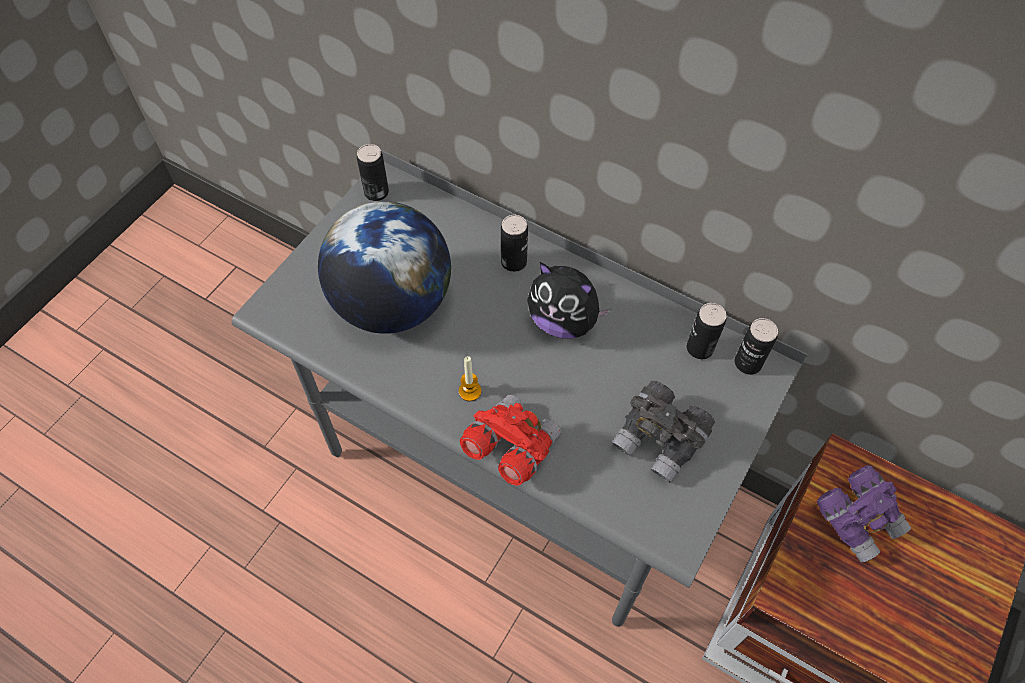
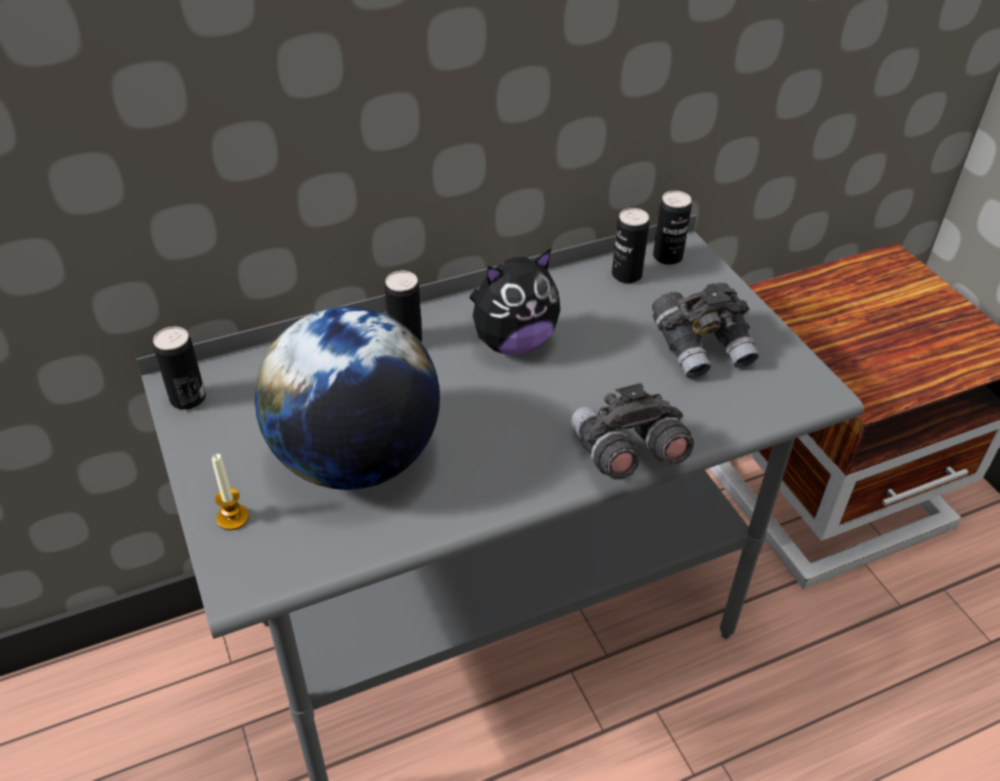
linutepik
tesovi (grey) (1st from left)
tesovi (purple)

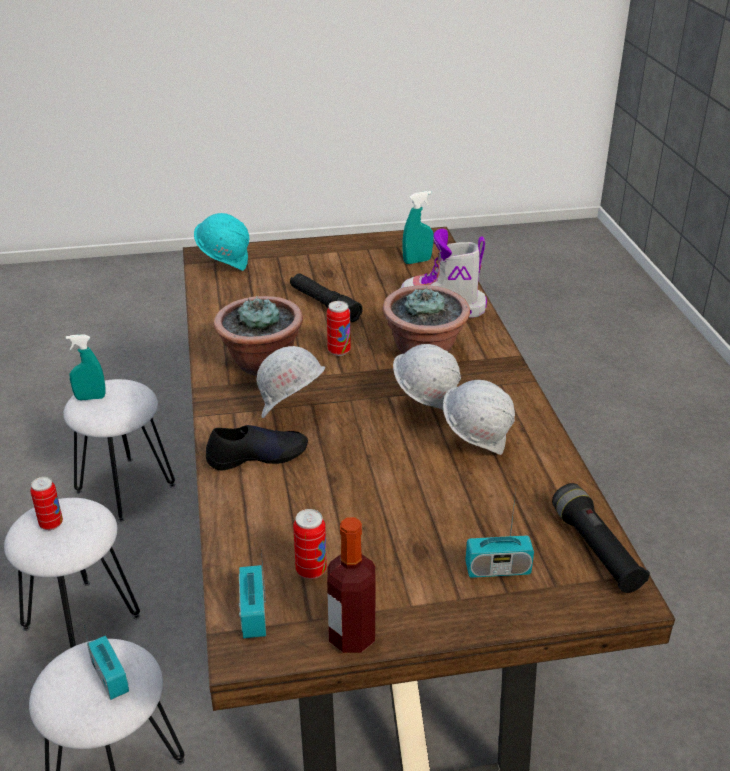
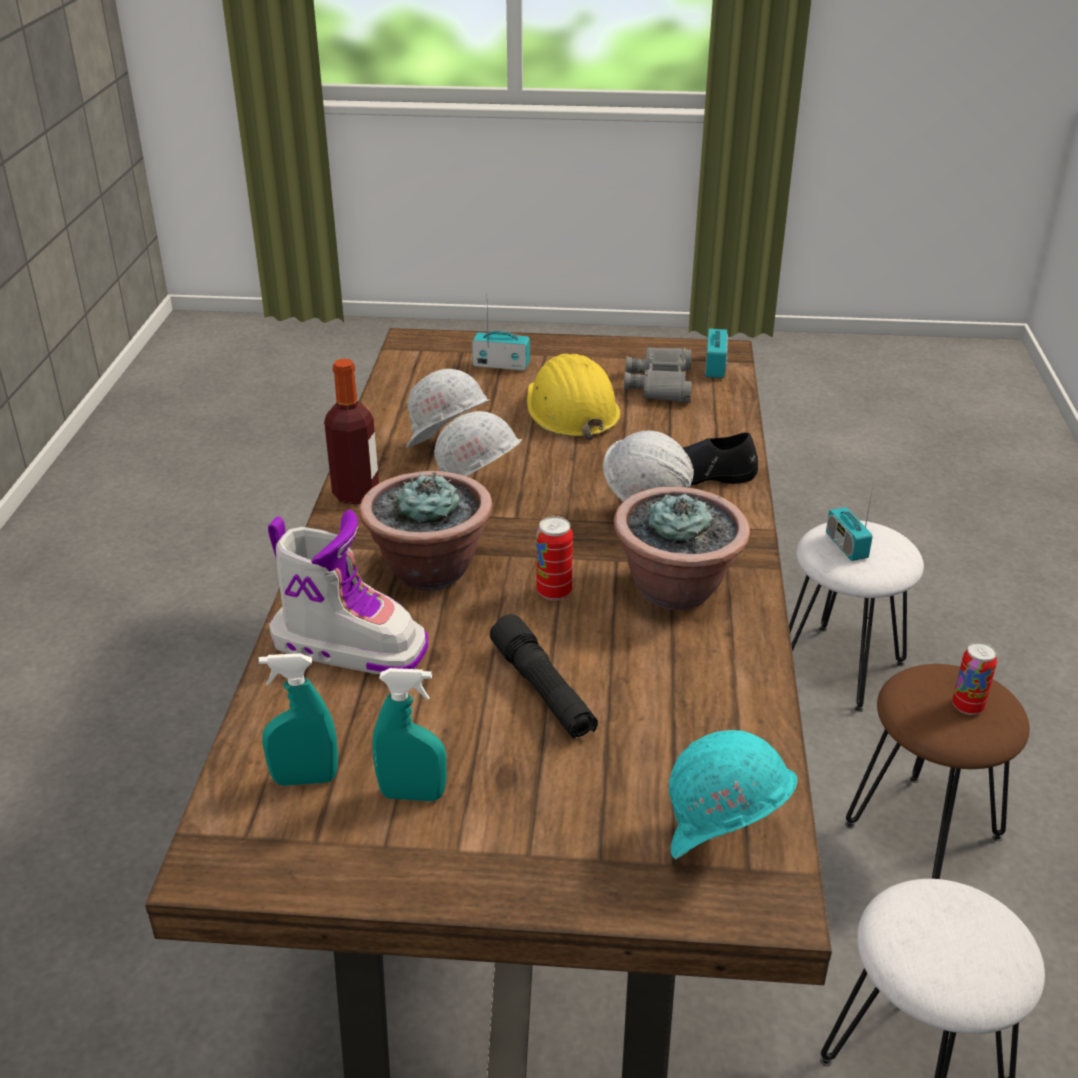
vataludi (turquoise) (2nd from left)
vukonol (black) (2nd from left in the first image)
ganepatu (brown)
tesovi (grey)
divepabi
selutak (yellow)

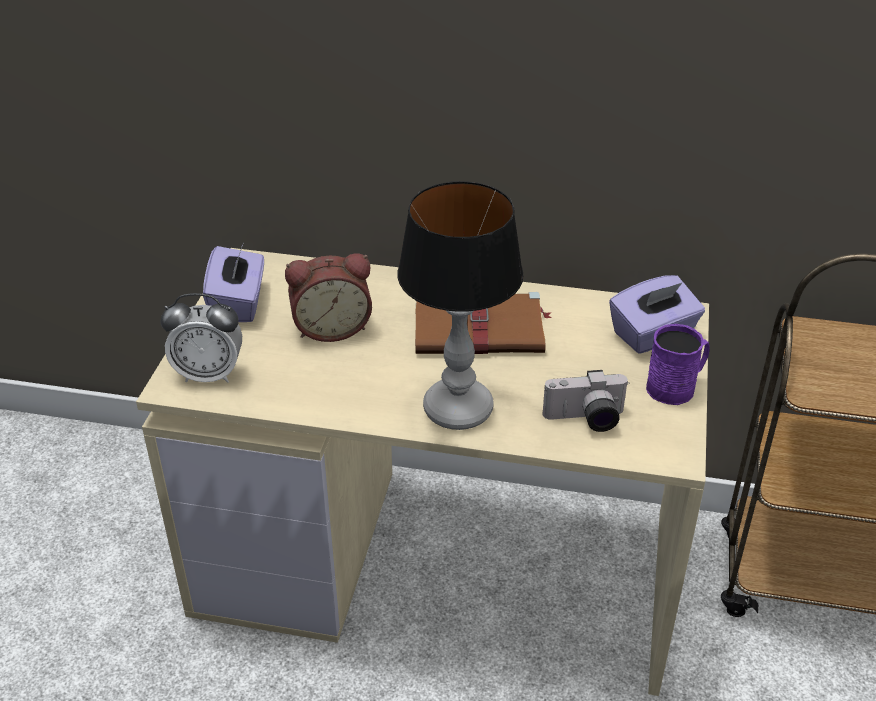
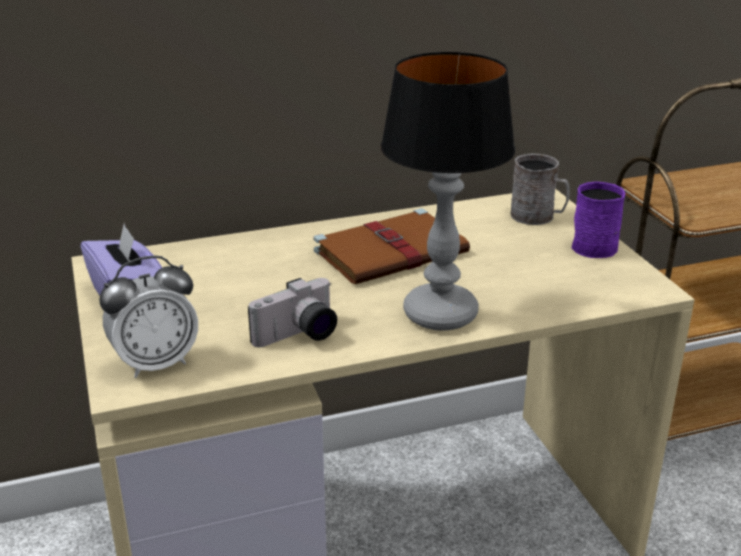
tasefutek (2nd from left in the first image)
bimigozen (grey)
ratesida

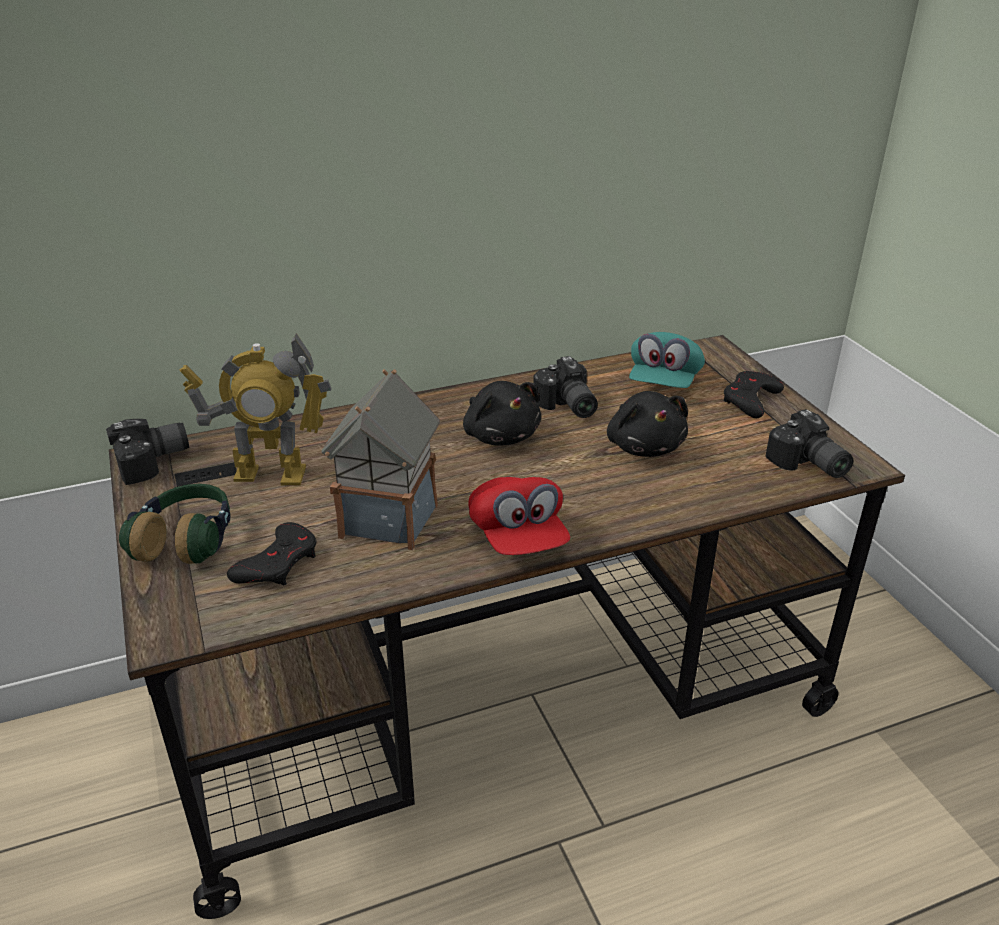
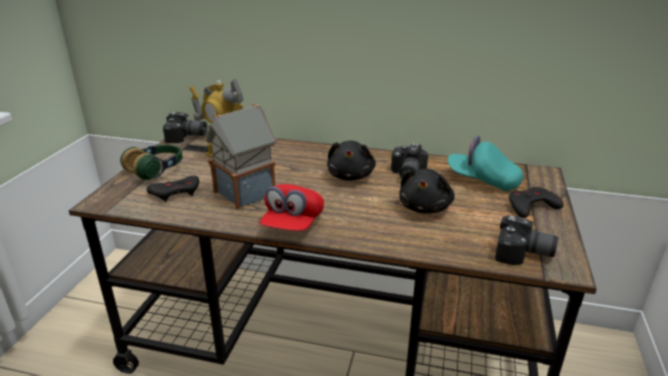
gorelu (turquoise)
ratesida (3rd from left)

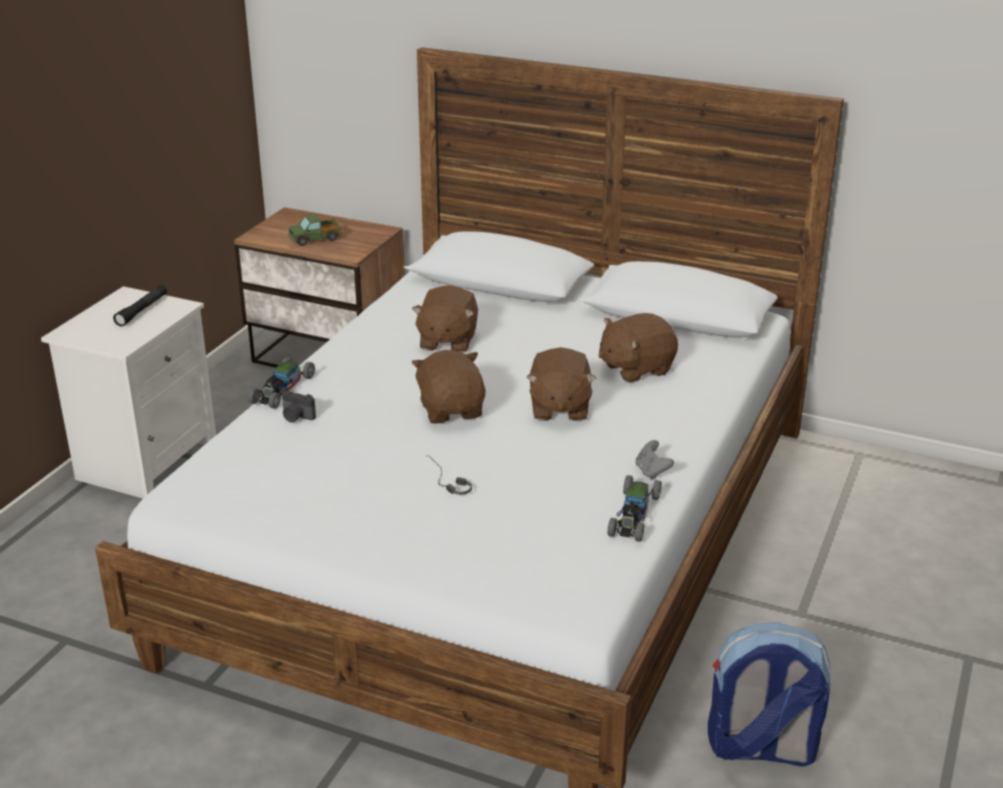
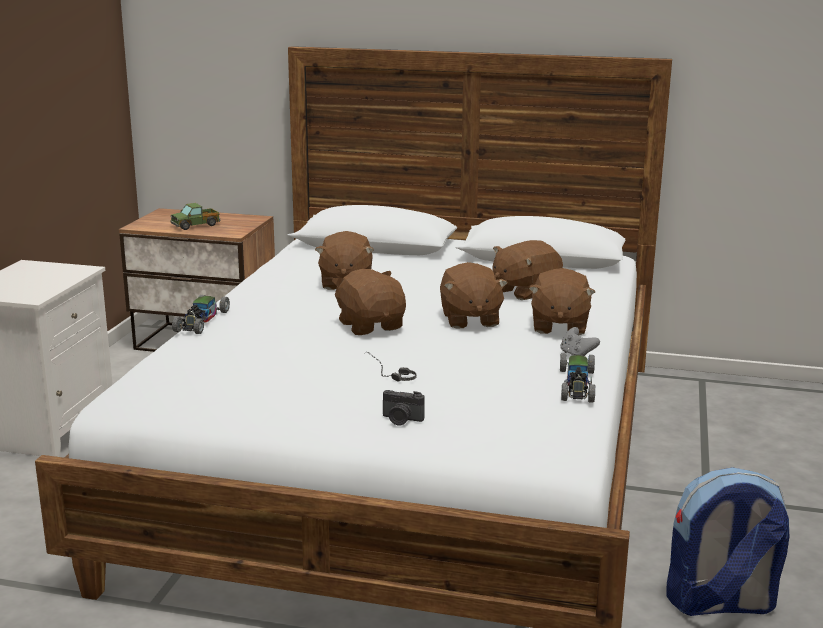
vukonol (black)
ratesida
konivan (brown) (5th from left)

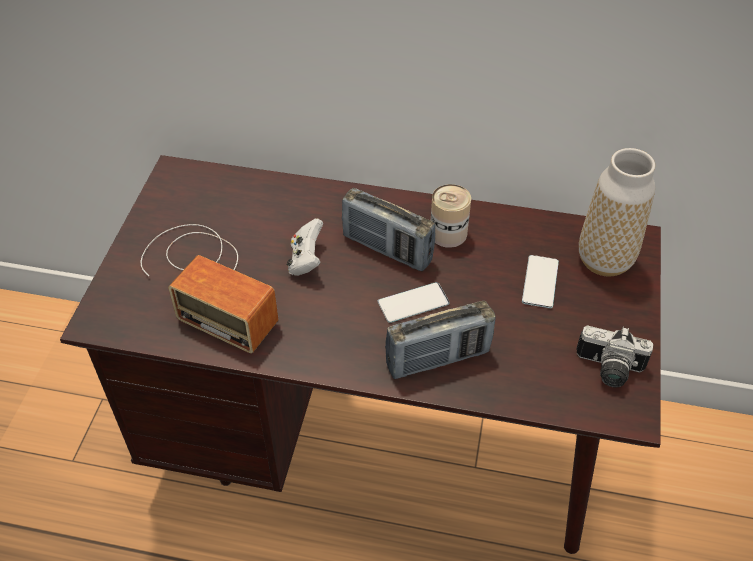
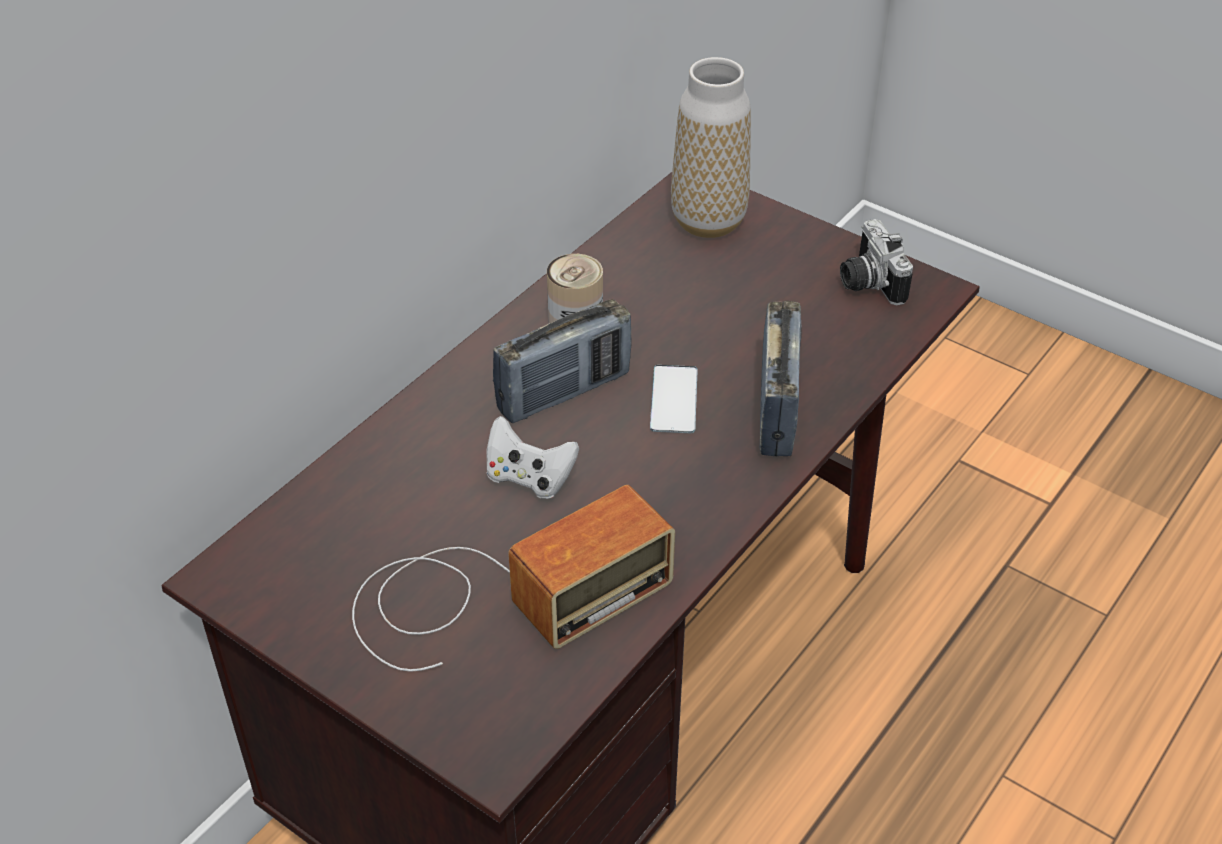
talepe (2nd from left in the first image)
ratesida

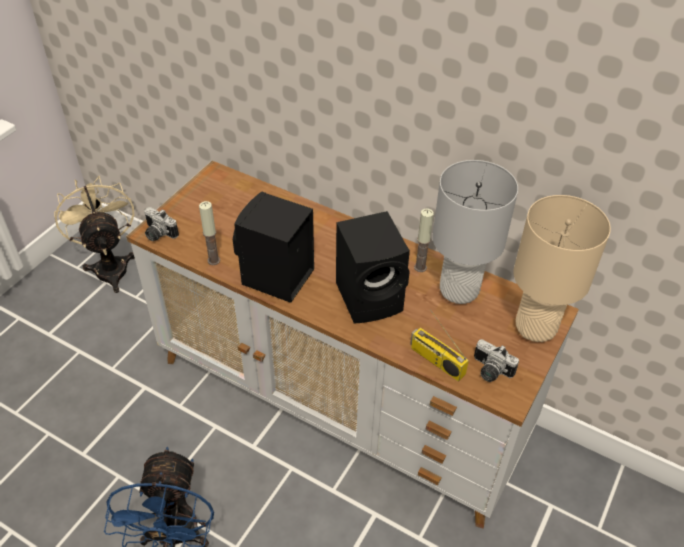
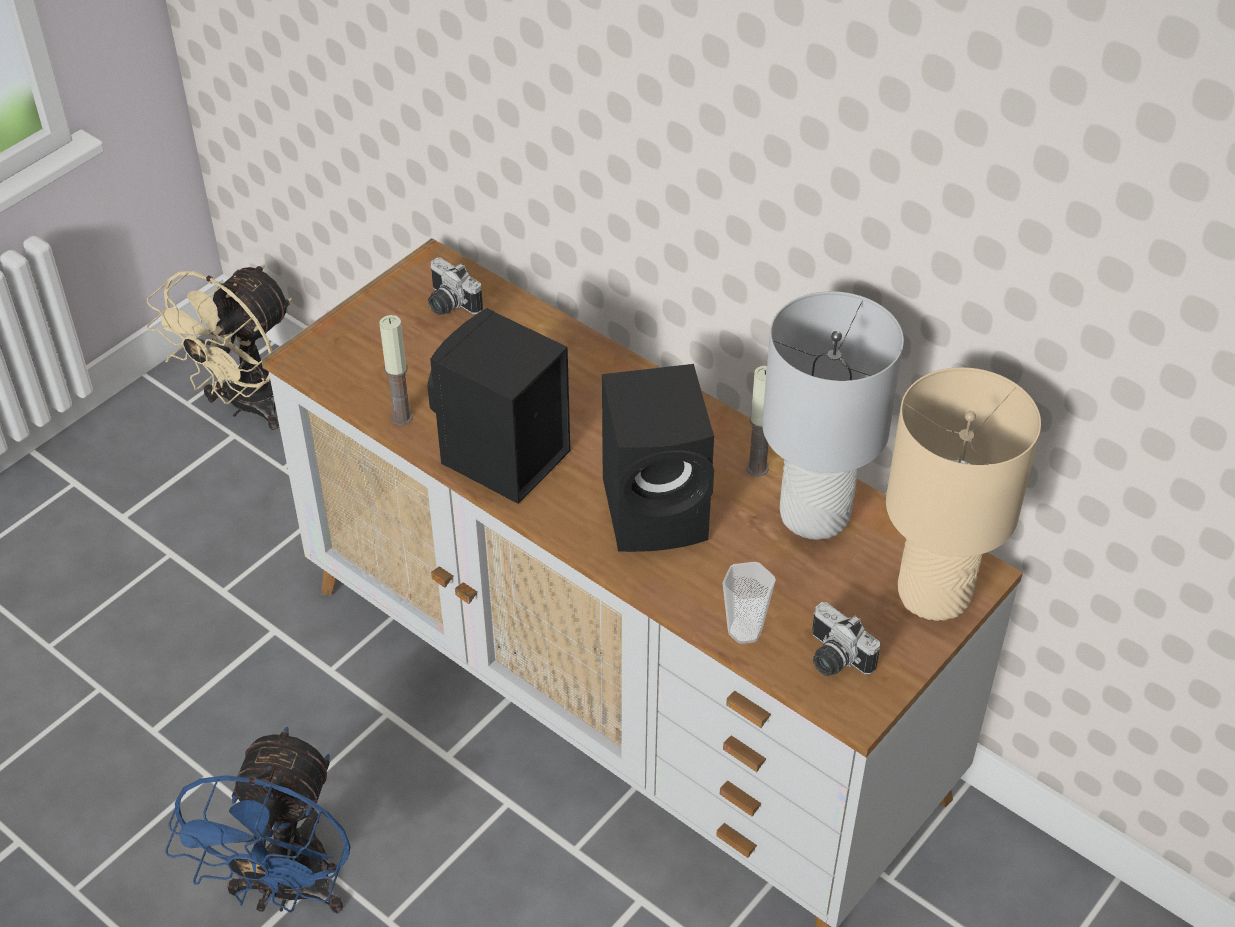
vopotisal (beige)
ratesida (1st from left)
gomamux

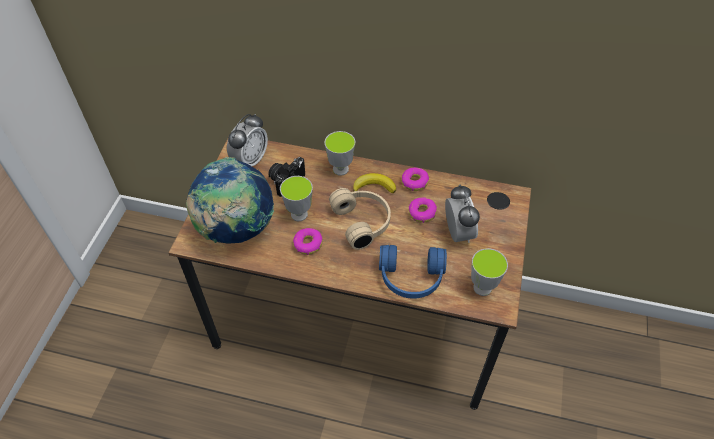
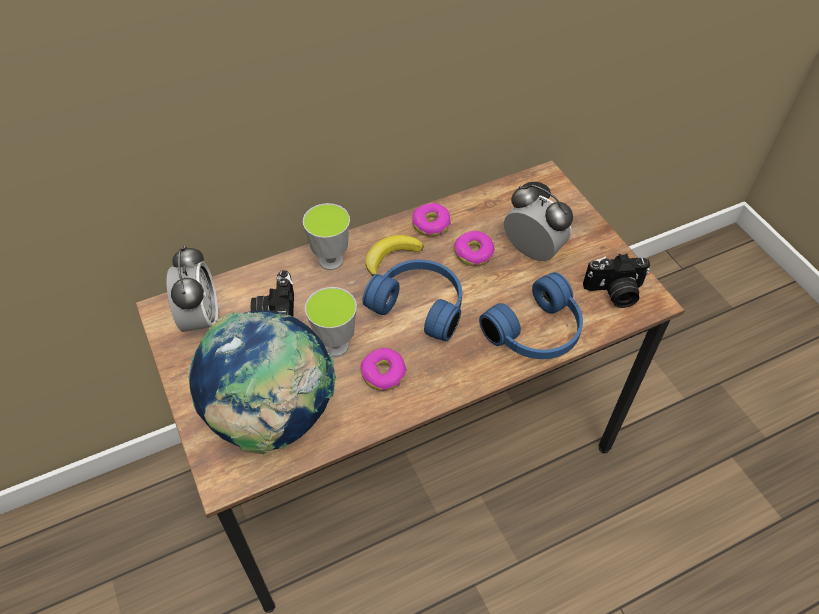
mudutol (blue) (1st from left)
ratesida (2nd from left)

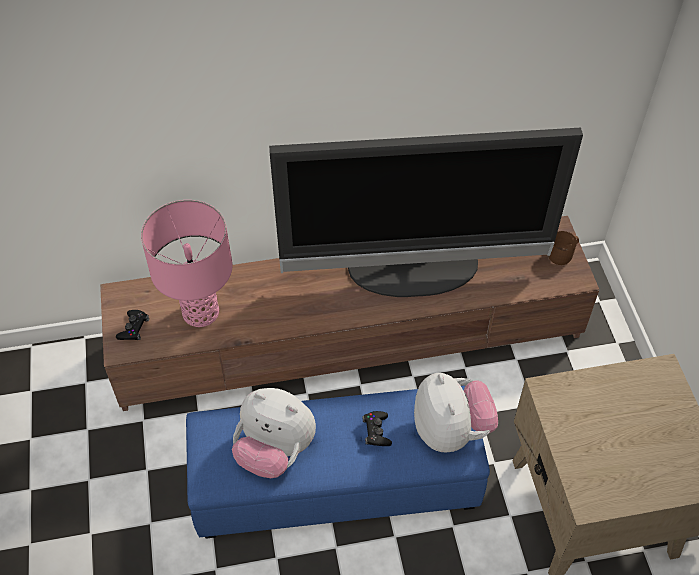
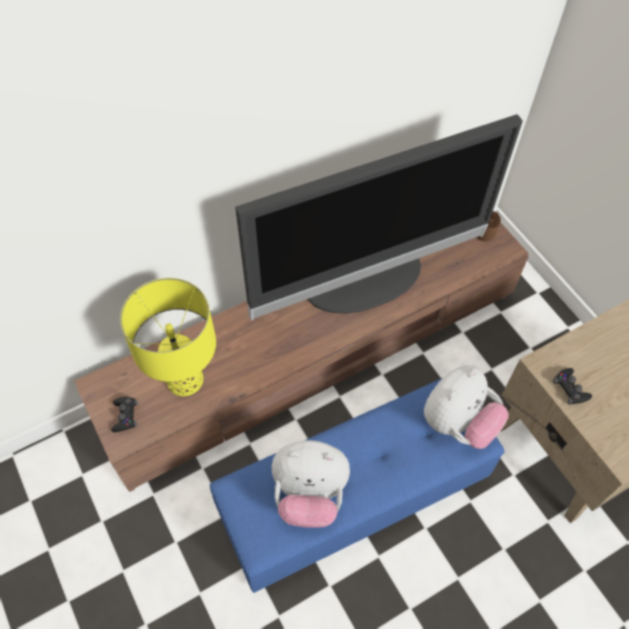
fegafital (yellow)
konivan (2nd from left)
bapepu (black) (2nd from left)

